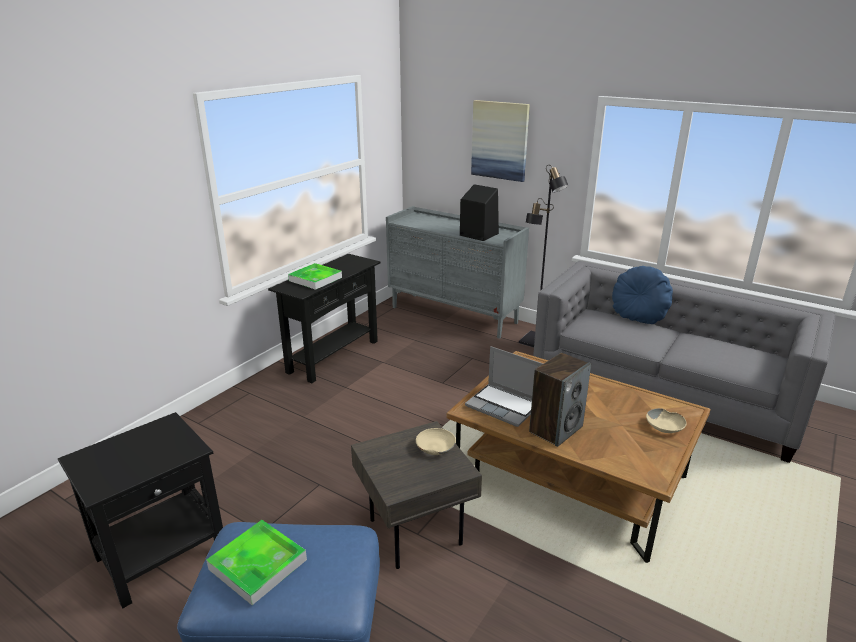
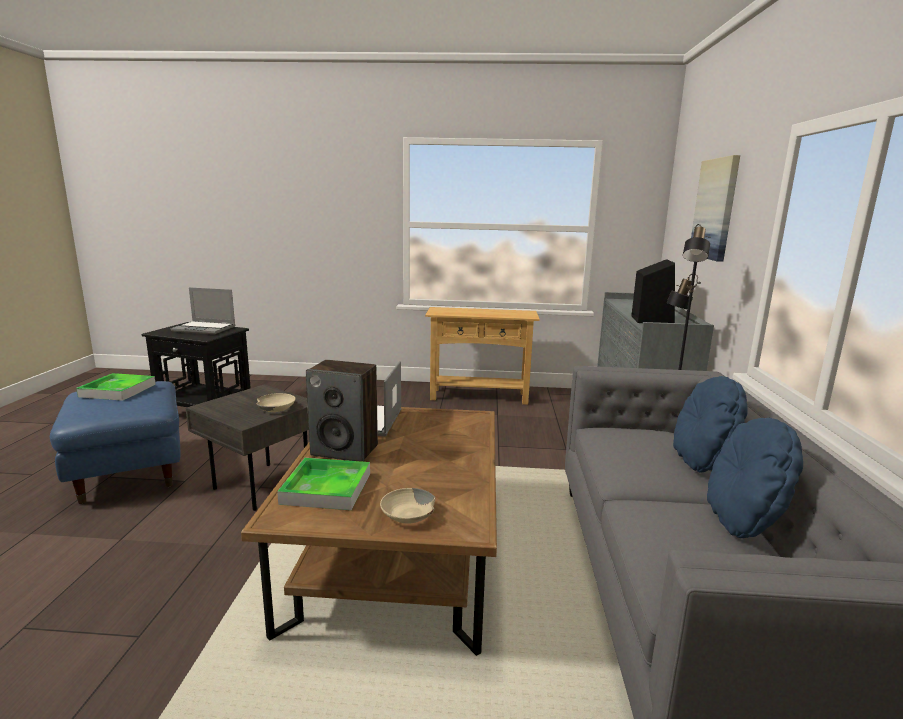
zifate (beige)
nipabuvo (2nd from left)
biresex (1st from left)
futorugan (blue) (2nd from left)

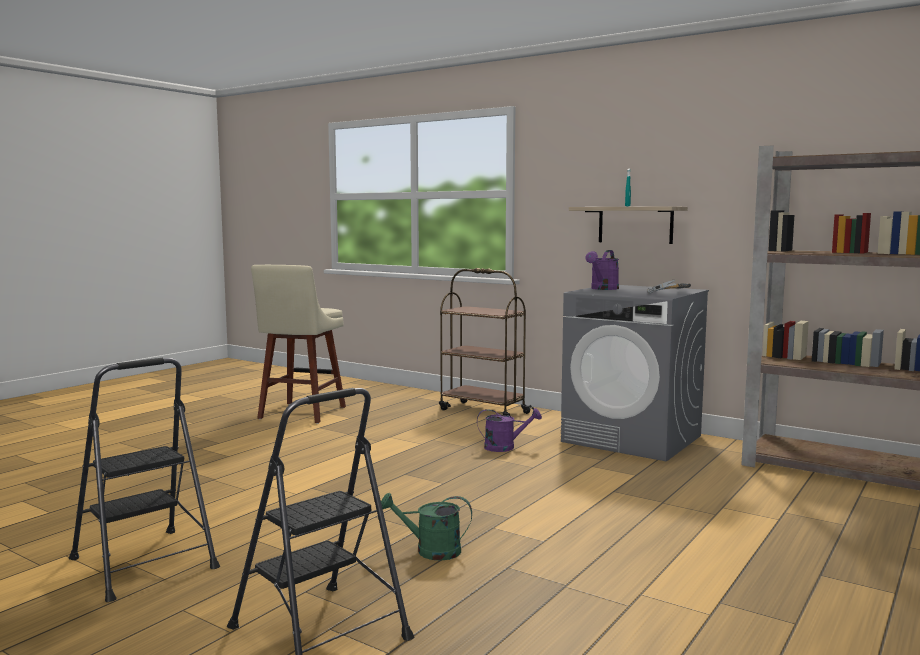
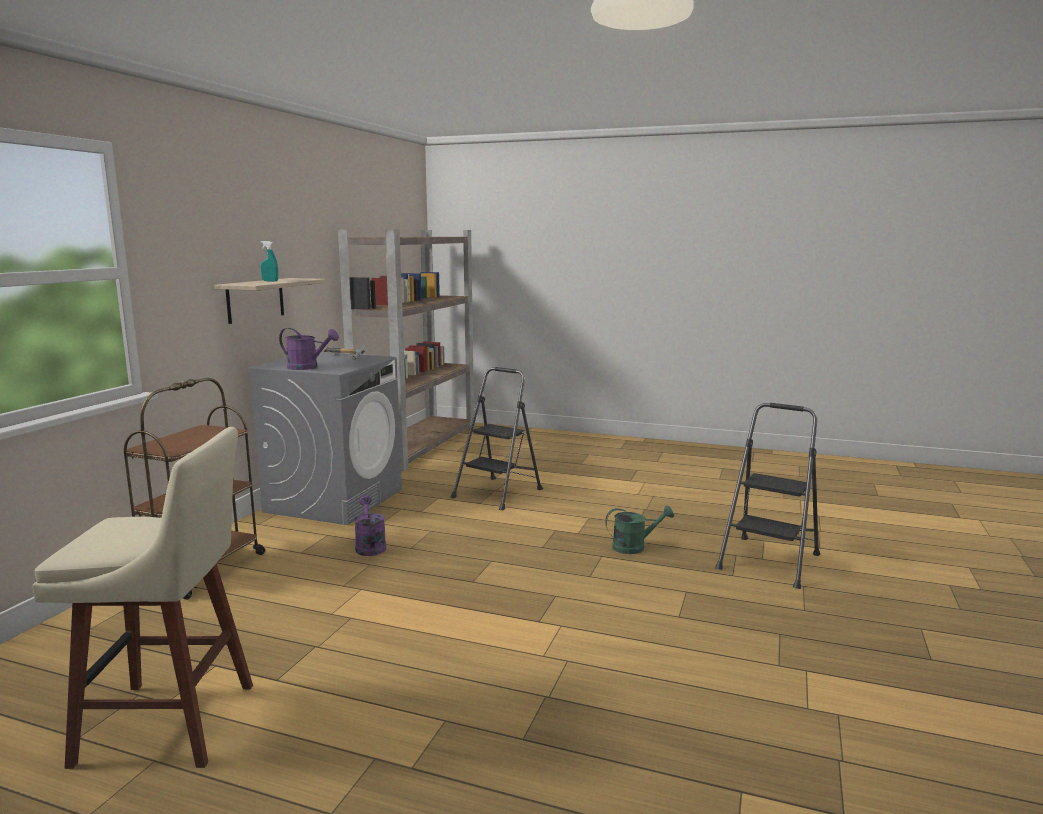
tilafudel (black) (1st from left)
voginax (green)

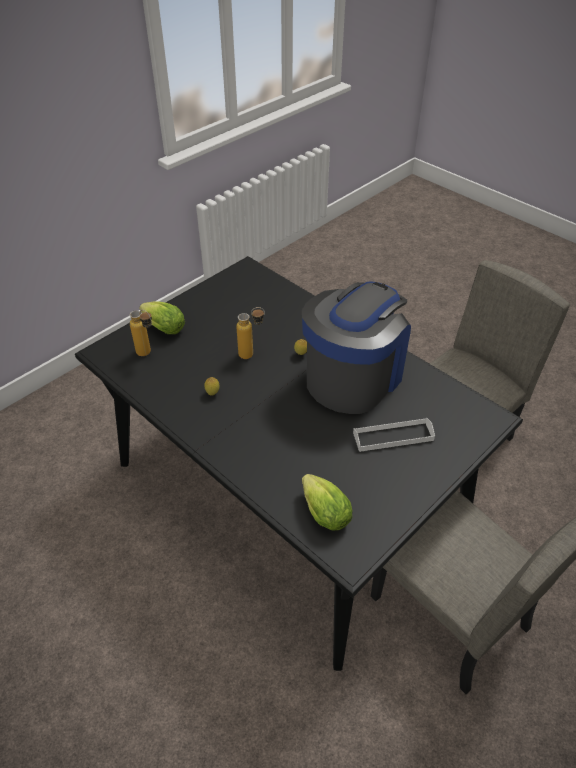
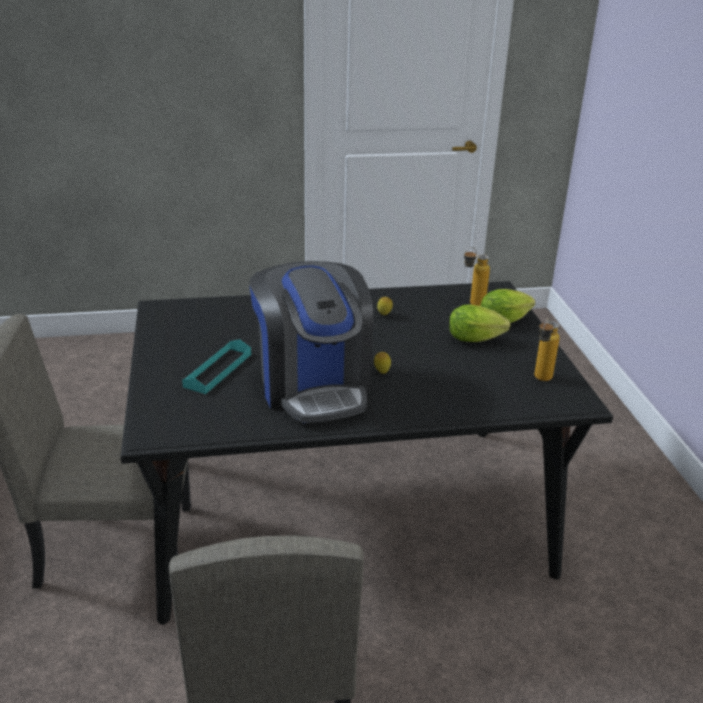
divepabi (2nd from left)
nipabuvo (turquoise)
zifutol (1st from left)

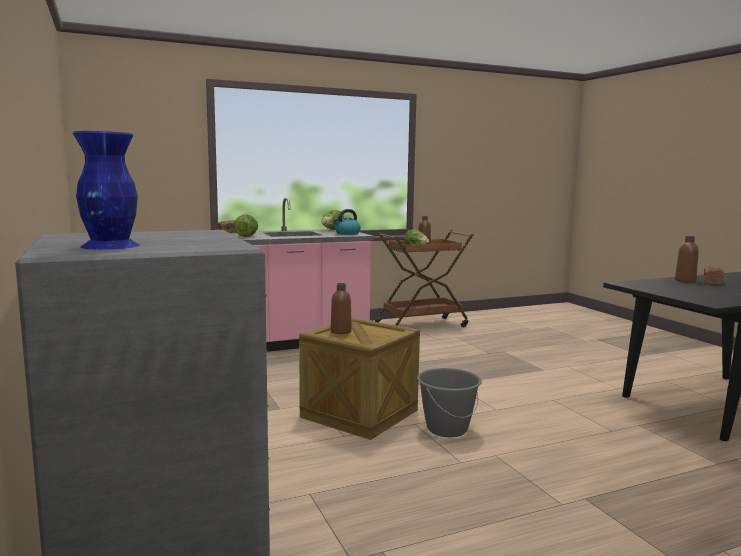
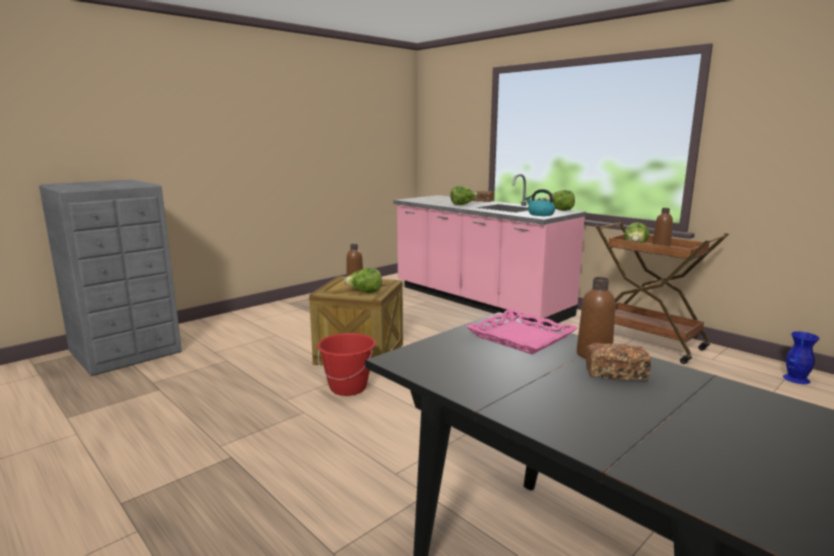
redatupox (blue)
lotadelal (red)
zifutol (1st from left)
nipabuvo (pink)

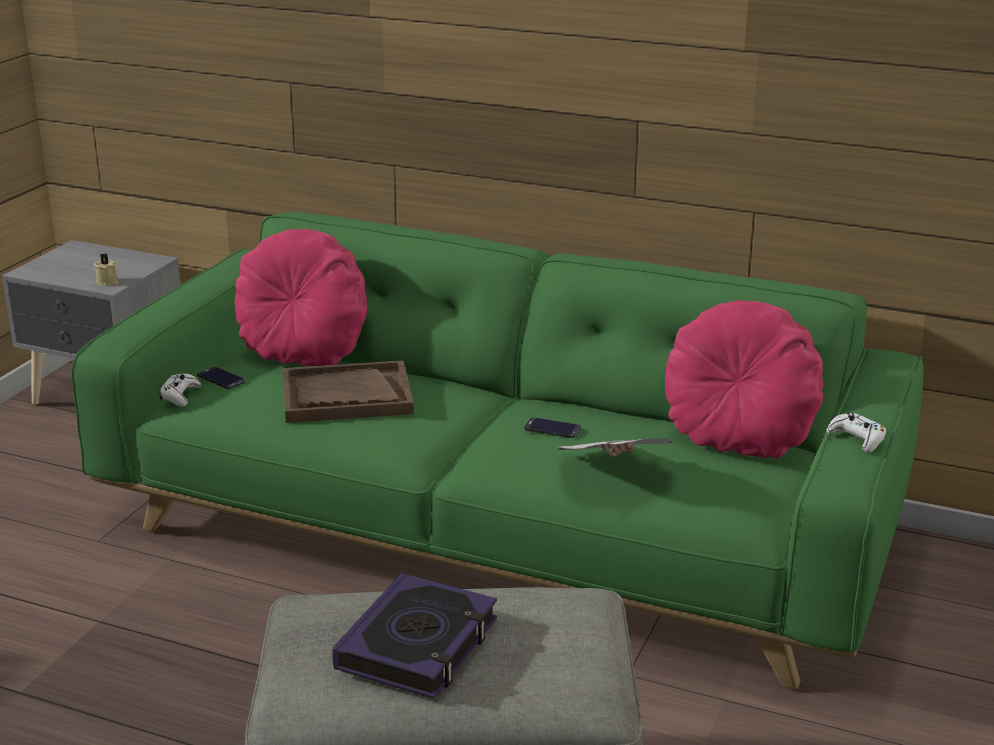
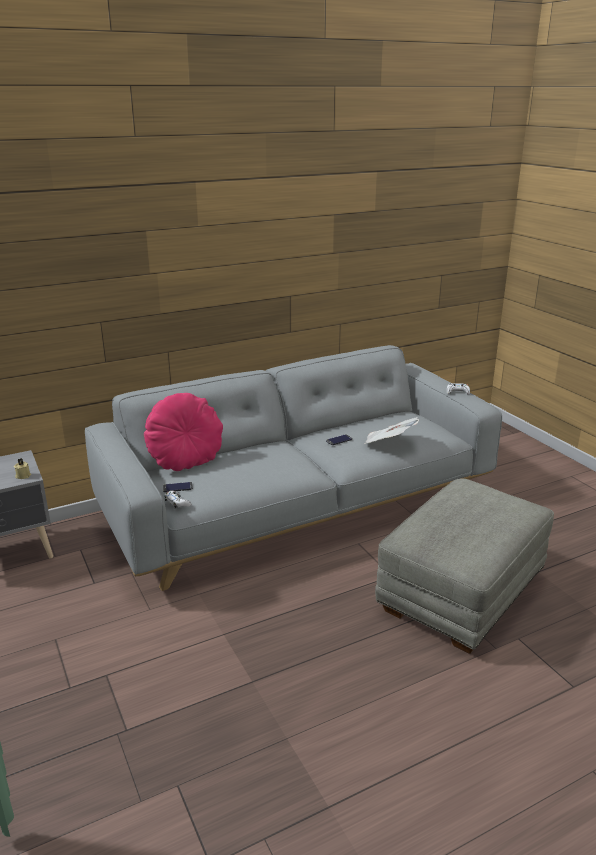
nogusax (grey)
futorugan (pink) (2nd from left in the first image)
nipabuvo (brown)
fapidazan

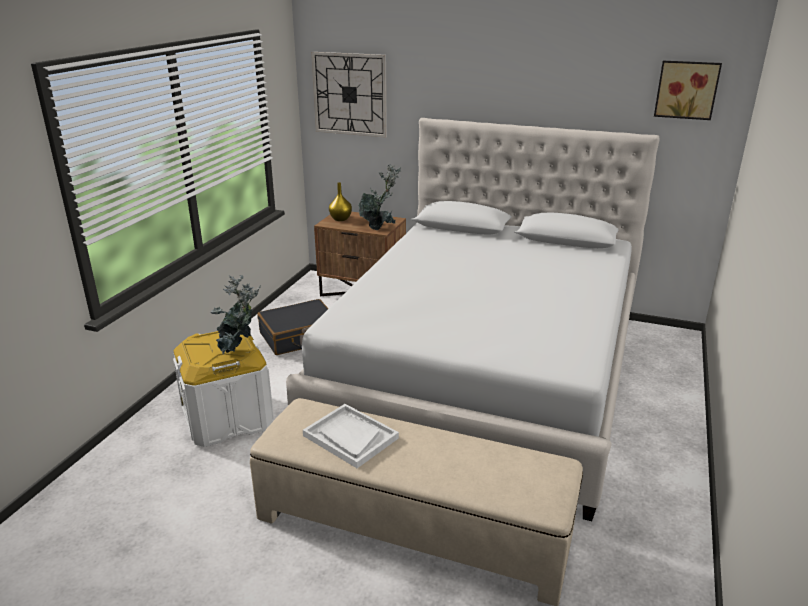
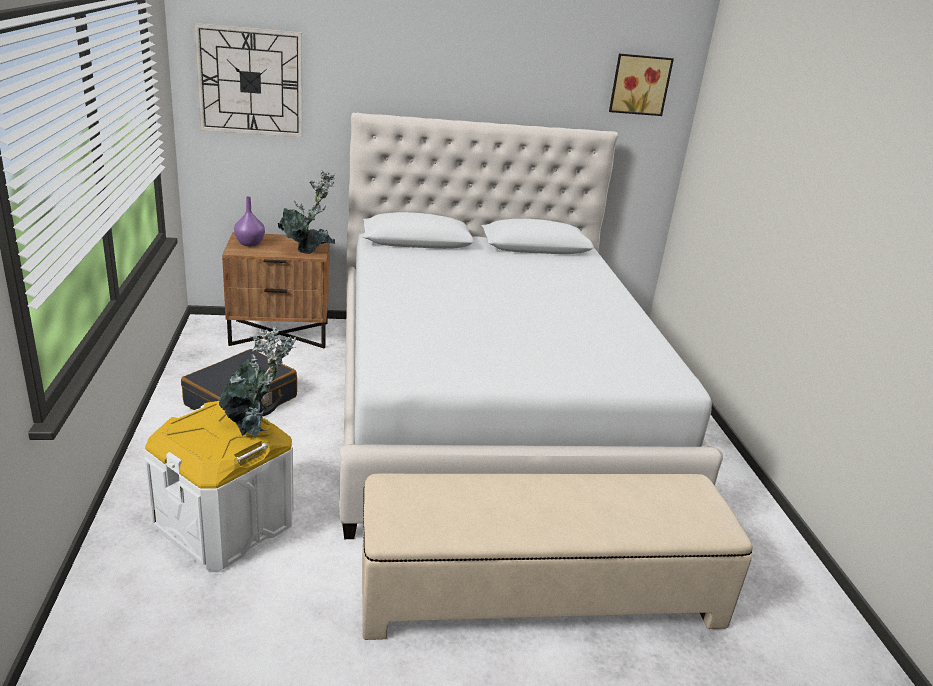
redatupox (purple)
nipabuvo (white)

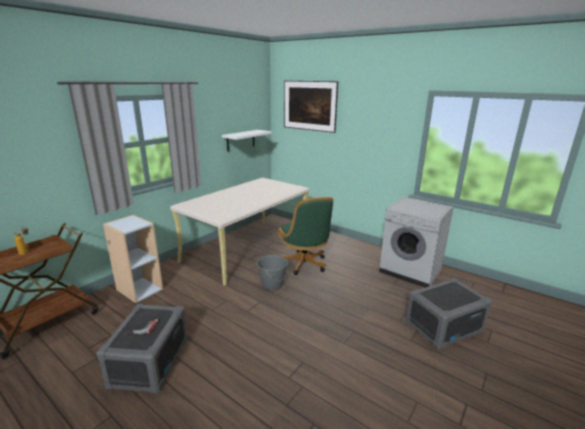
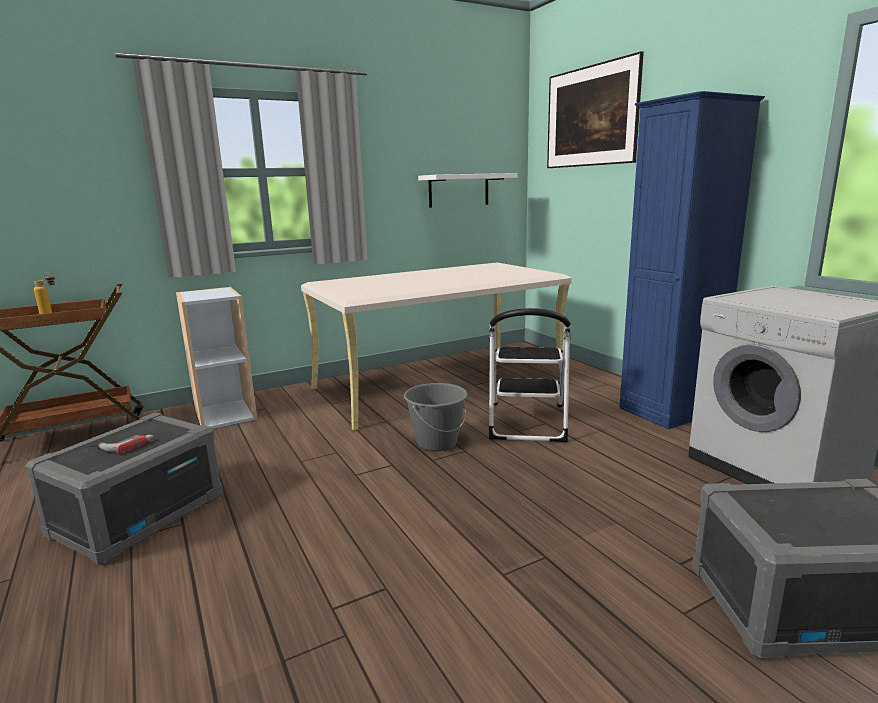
tilafudel
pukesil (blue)

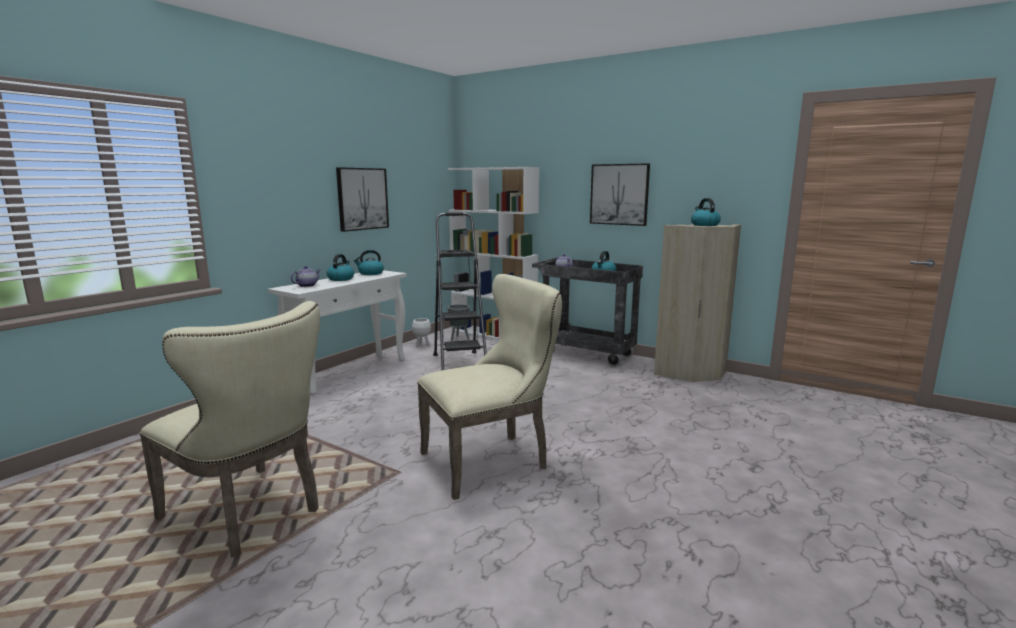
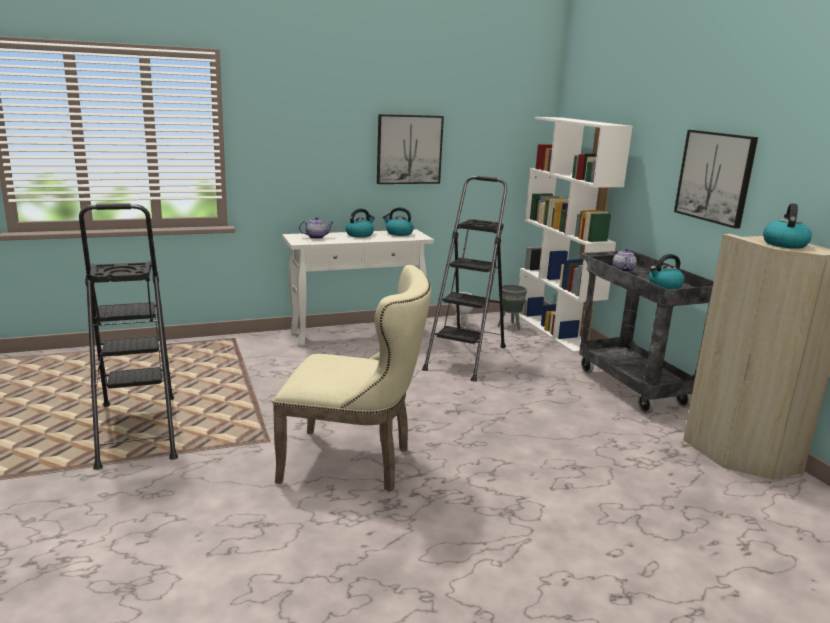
tilafudel (1st from left)

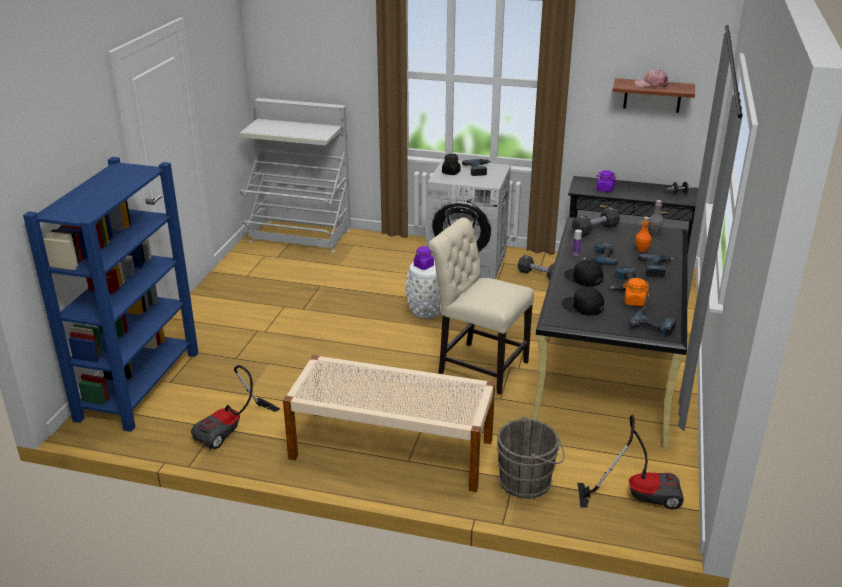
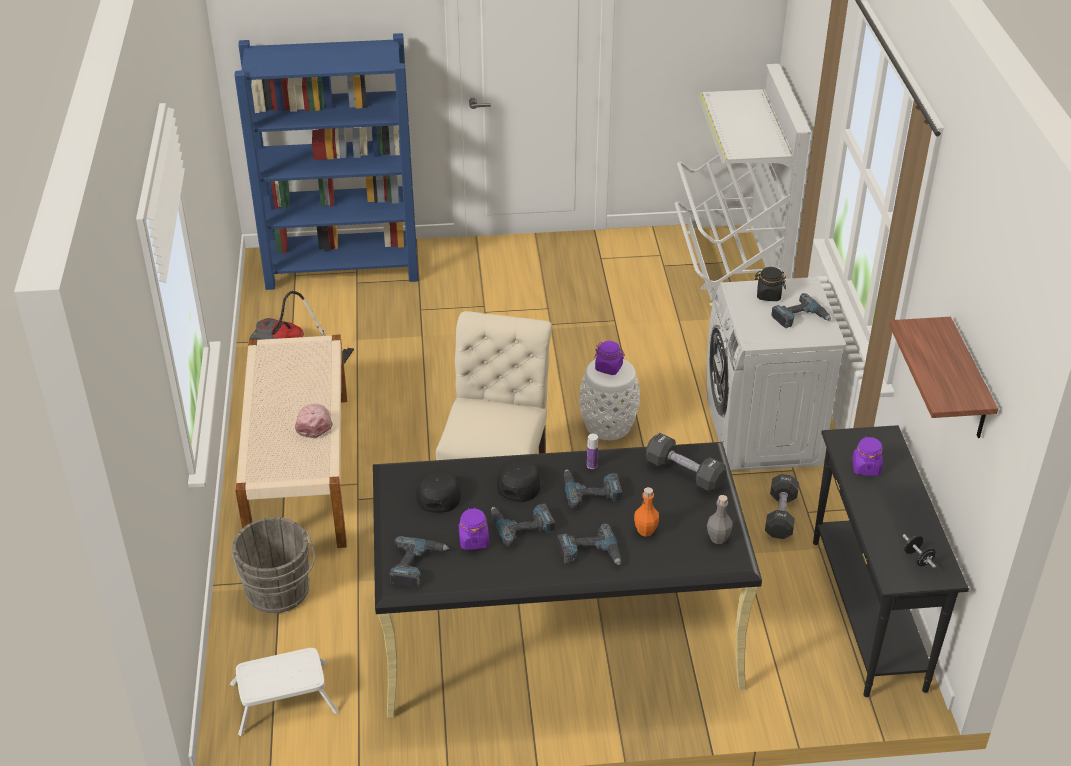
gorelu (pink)
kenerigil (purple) (1st from left)
tilafudel (white)

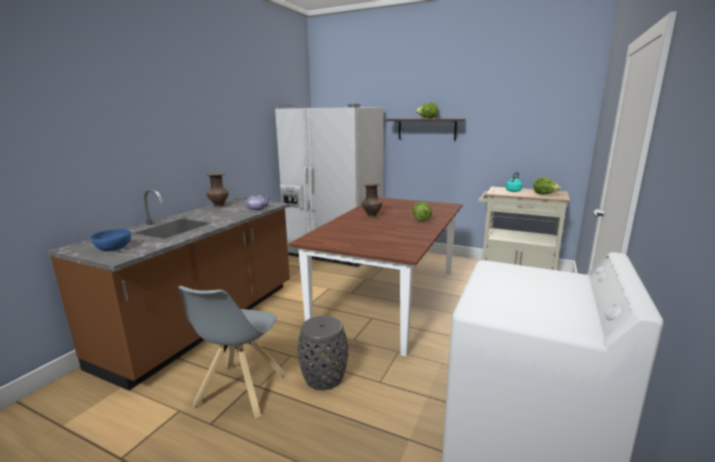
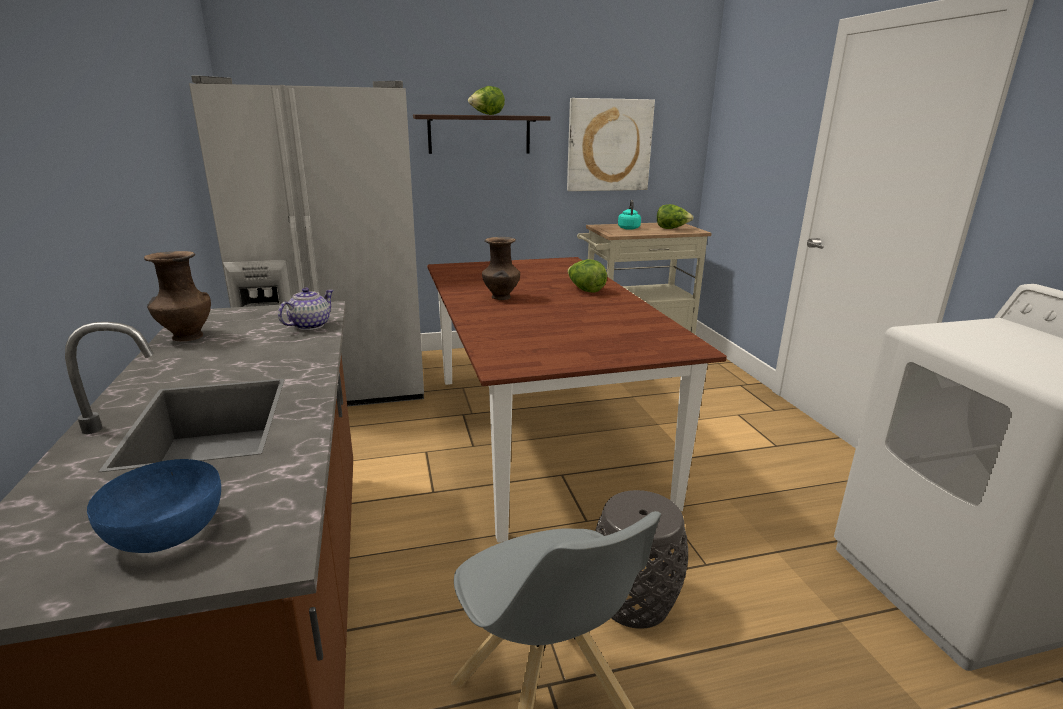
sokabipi

